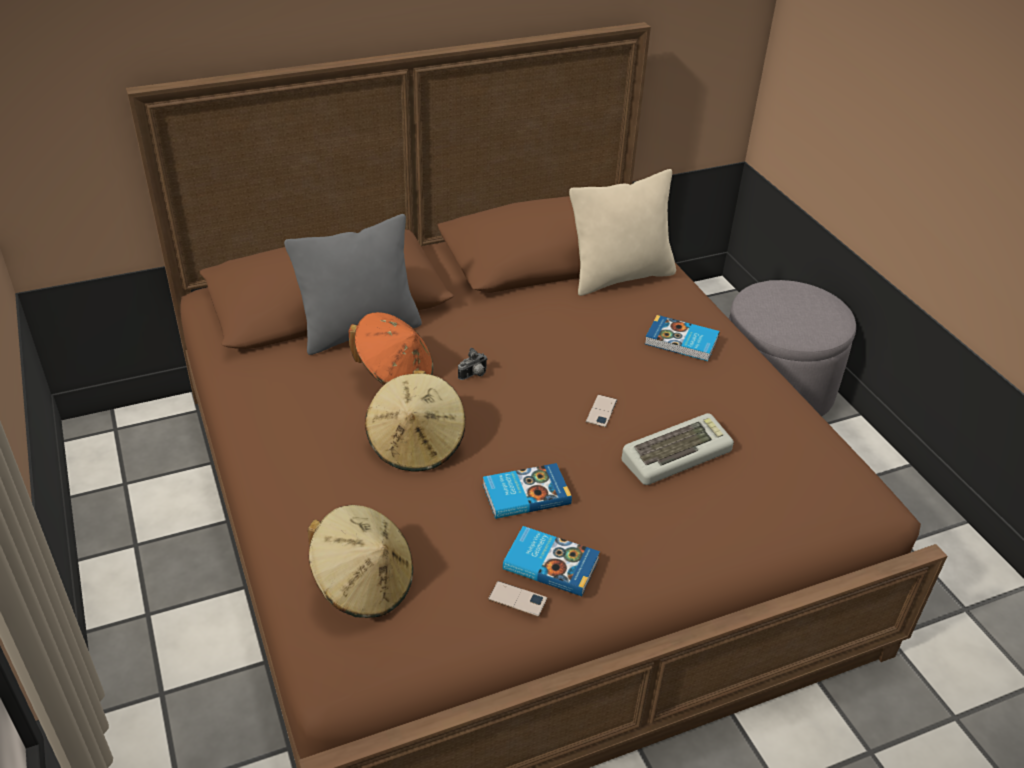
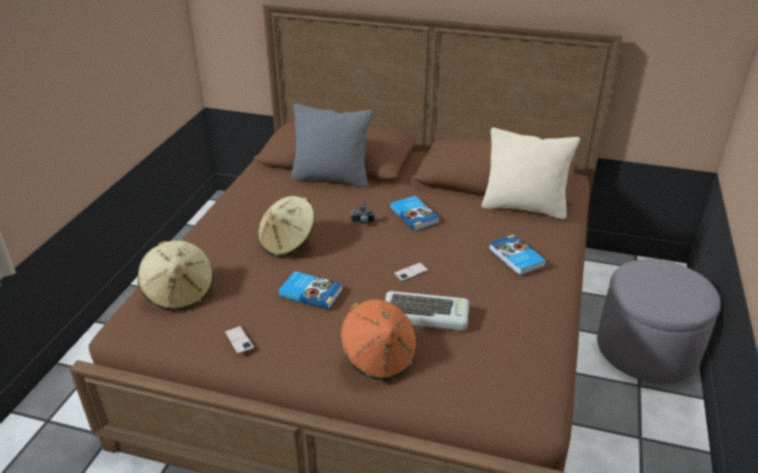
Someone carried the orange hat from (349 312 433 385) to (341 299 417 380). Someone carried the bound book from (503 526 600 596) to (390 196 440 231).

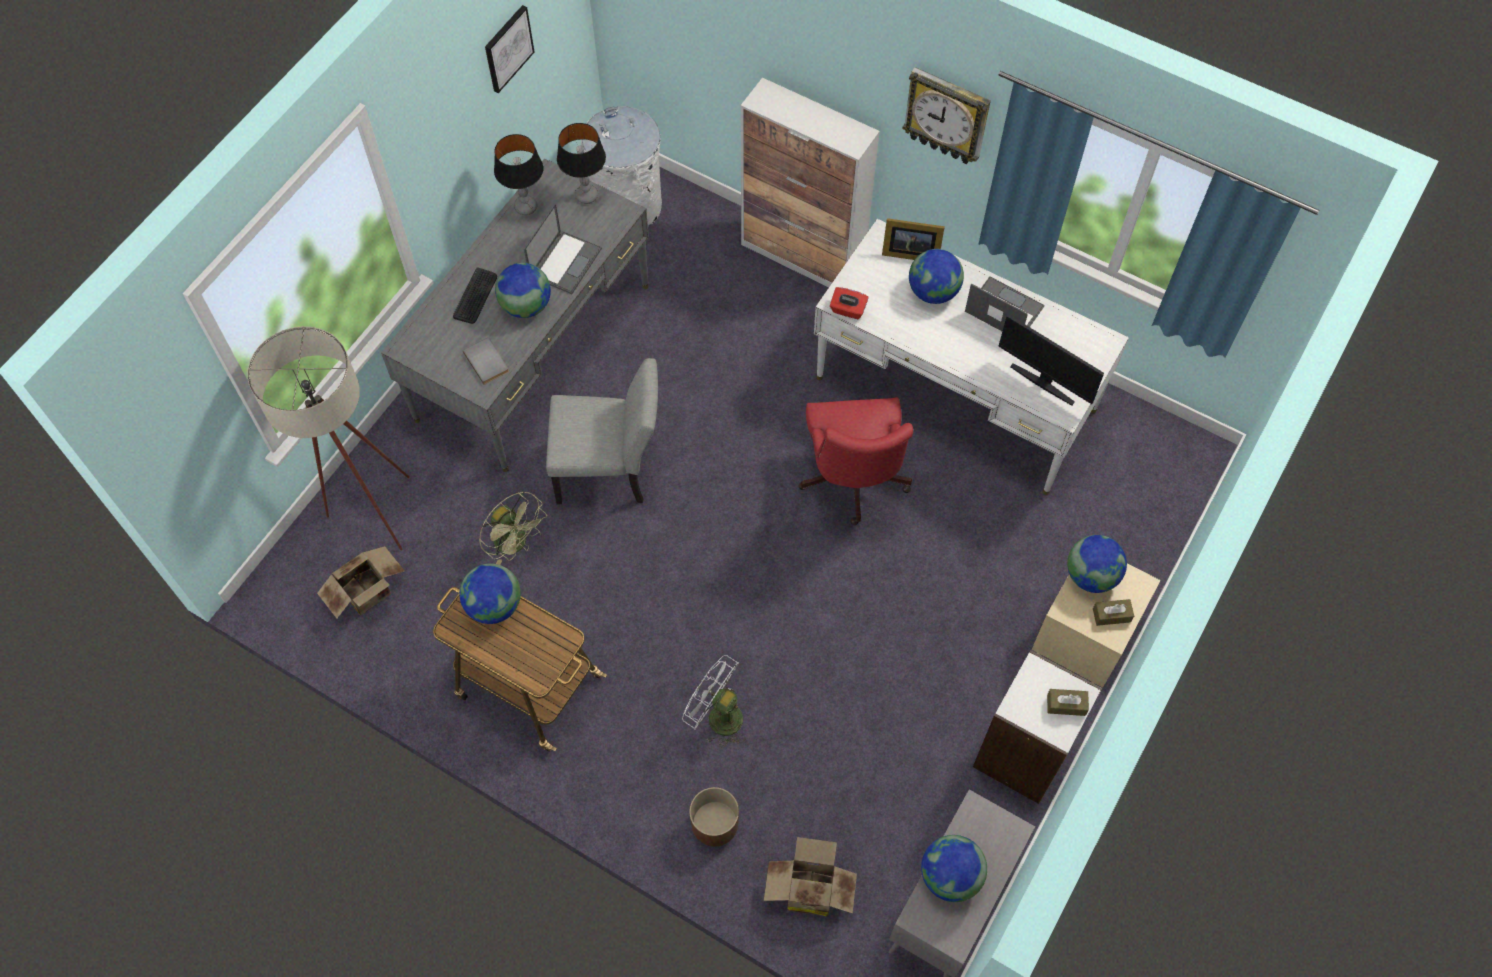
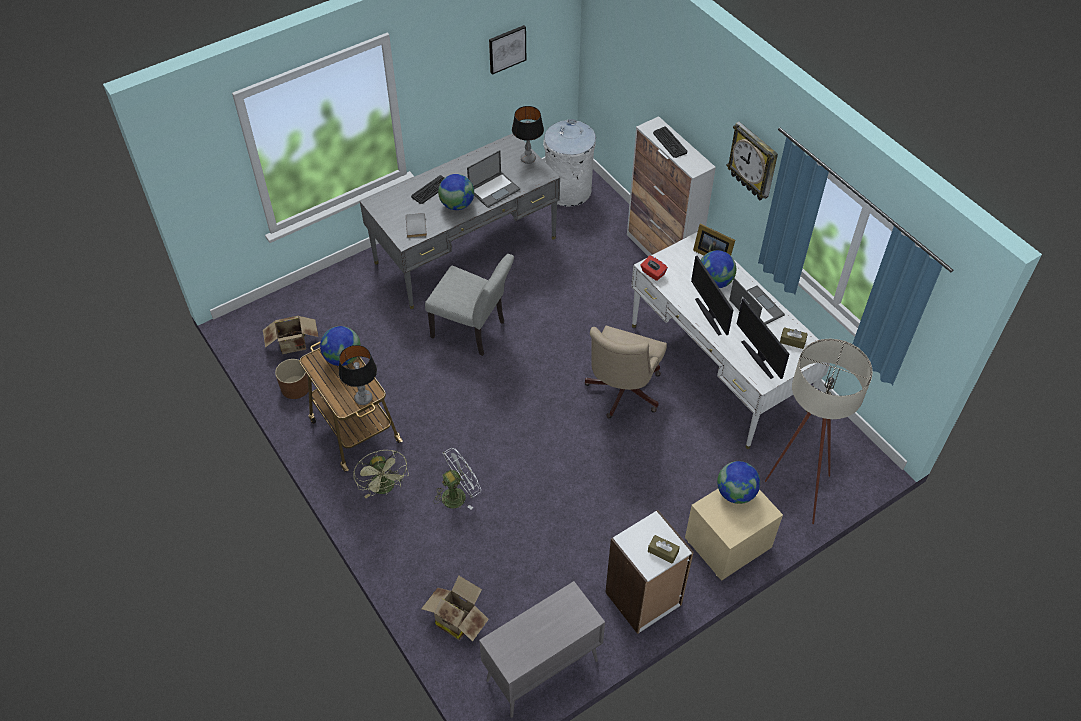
Someone carried the beige floor lamp from (247 326 410 551) to (765 339 873 524). Someone carried the green fan from (479 491 547 565) to (353 450 409 498). Someone carried the lamp for a table from (494 134 543 215) to (339 345 377 405). Someone rotated the white-coloured fan at (682 655 745 747) by 90 degrees clockwise. Someone carried the brown-coloured plant pot from (689 787 739 847) to (275 359 309 399). Someone repainted the red-coloured computer chair at (799 397 913 525), which became the beige computer chair at (584 325 667 418). Someone took away the globe at (921 835 987 902). Someone carried the brown-coloured box of tissues from (1093 599 1134 626) to (780 327 808 349). Someone put down the keyboard at (653 126 687 158). Someone put down the computer display at (691 256 733 336).

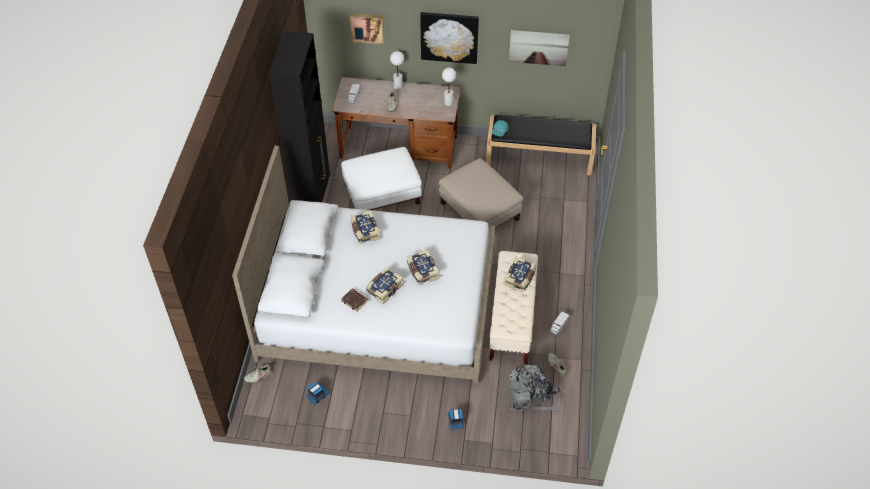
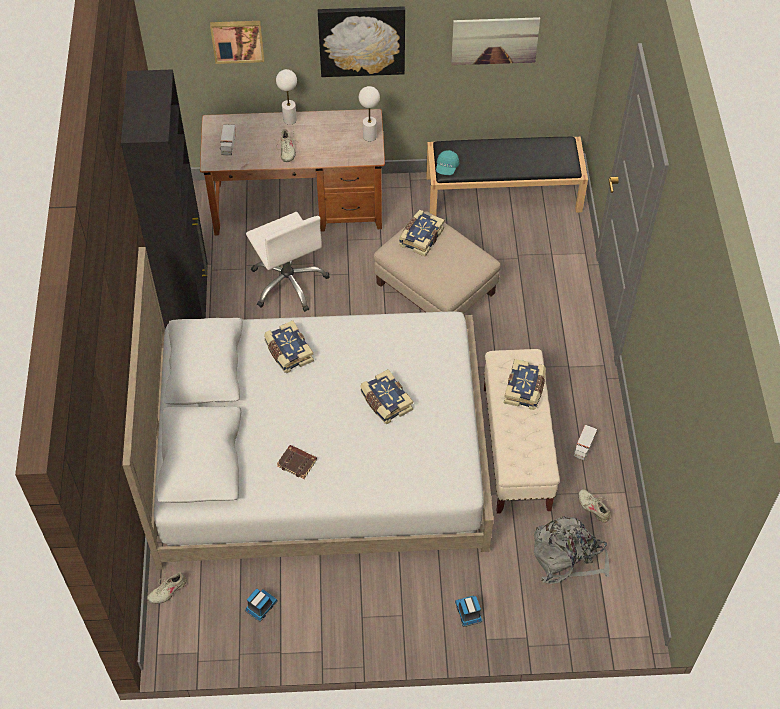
Someone swapped the white-coloured footrest at (341 147 422 210) for the white-coloured computer chair at (246 212 330 312). Someone carried the bound book from (365 267 404 304) to (399 210 445 257).

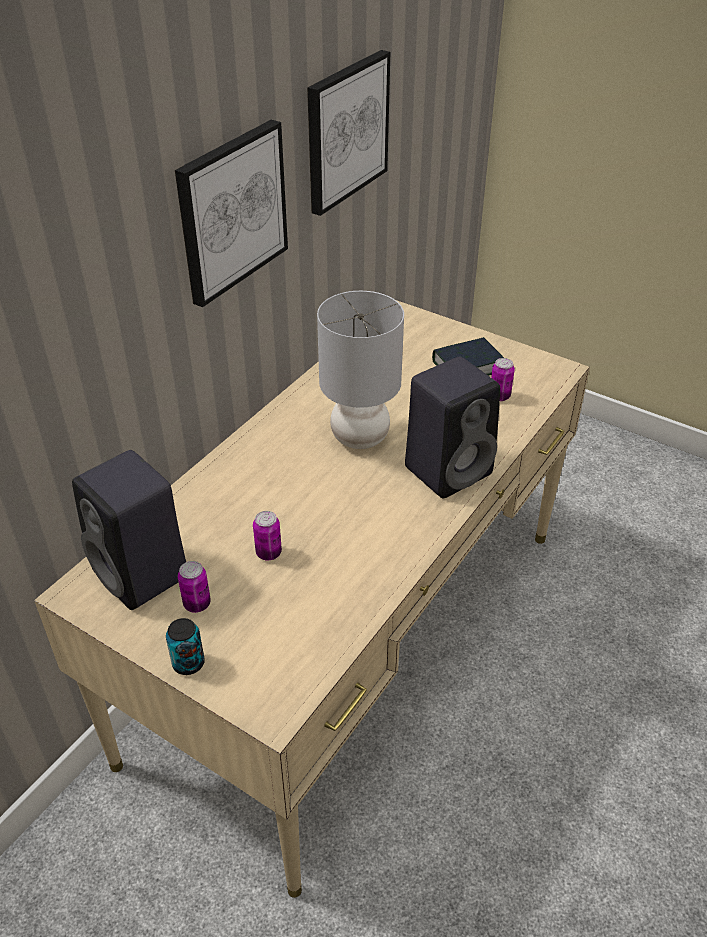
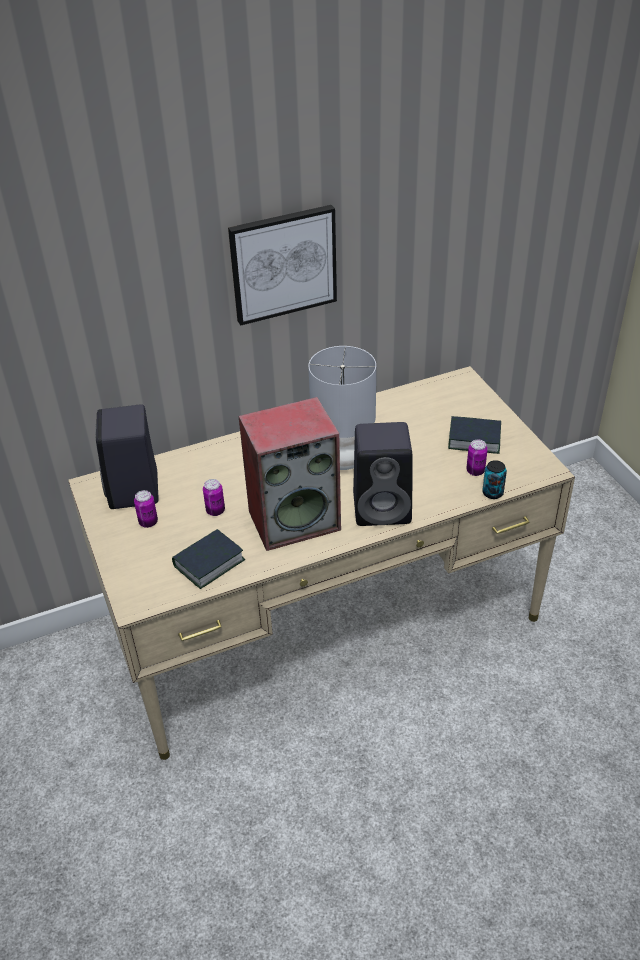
Someone carried the metal can from (166 618 205 675) to (482 460 507 499). Someone took away the wall art at (307 50 390 216). Someone put down the bound book at (172 529 246 589). Someone put down the audio speaker at (239 397 341 551).

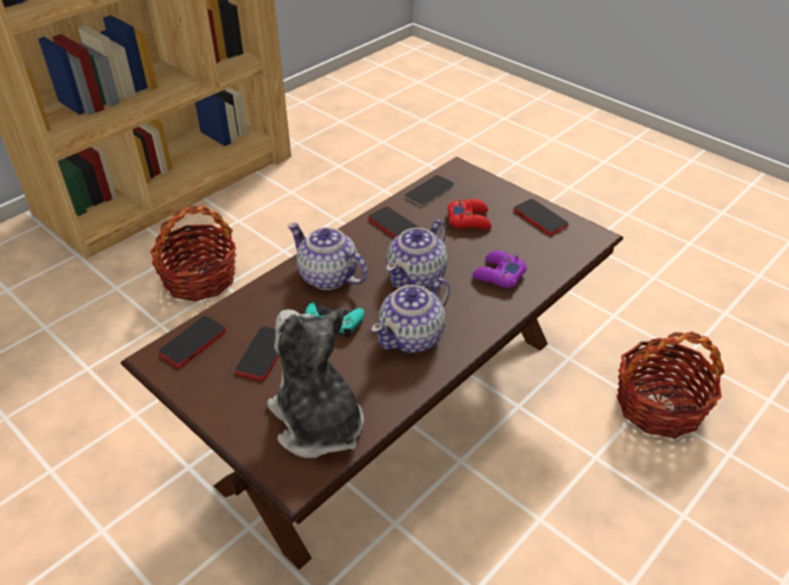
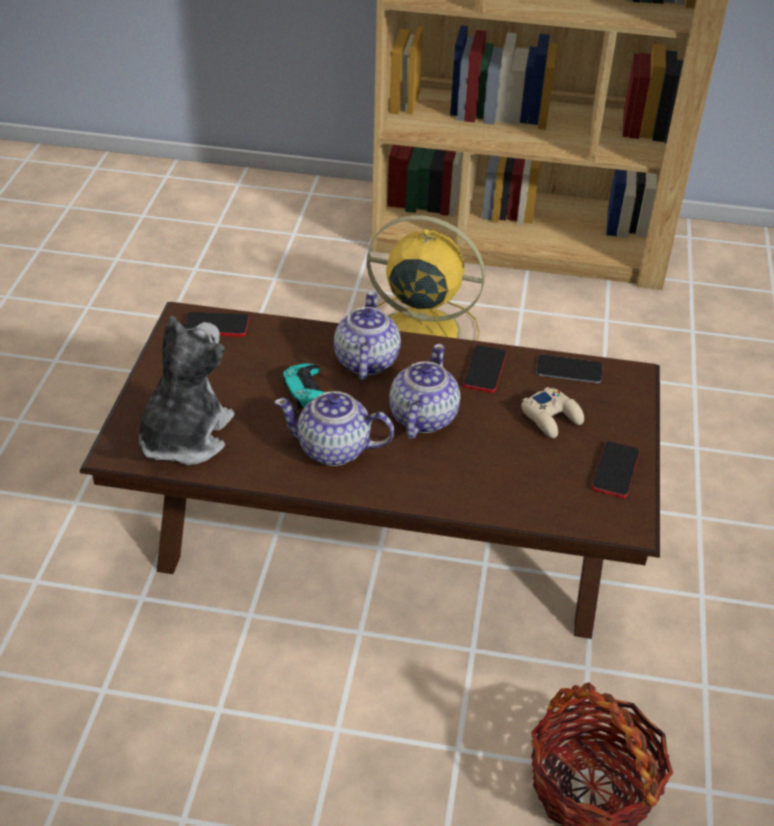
Someone swapped the basket at (150 205 237 301) for the yellow fan at (367 215 485 341). Someone took away the phone at (235 326 279 380). Someone rotated the tea pot at (386 220 448 289) by 105 degrees clockwise. Someone repainted the red-coloured gamepad at (448 199 491 229), which became the beige gamepad at (521 387 584 438). Someone took away the purple gamepad at (472 250 527 288).

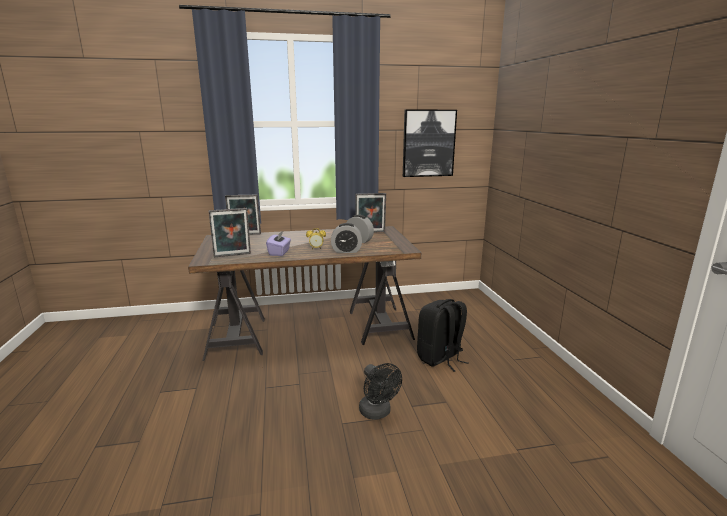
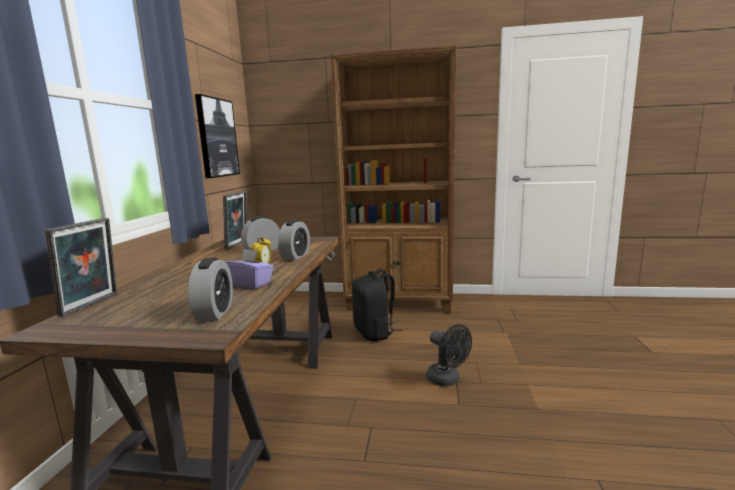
Someone swapped the photo frame at (208 208 251 257) for the alarm clock at (188 258 233 321). Someone rotated the black fan at (359 363 402 420) by 60 degrees clockwise. Someone put down the brown-coloured bookcase at (331 45 456 313).

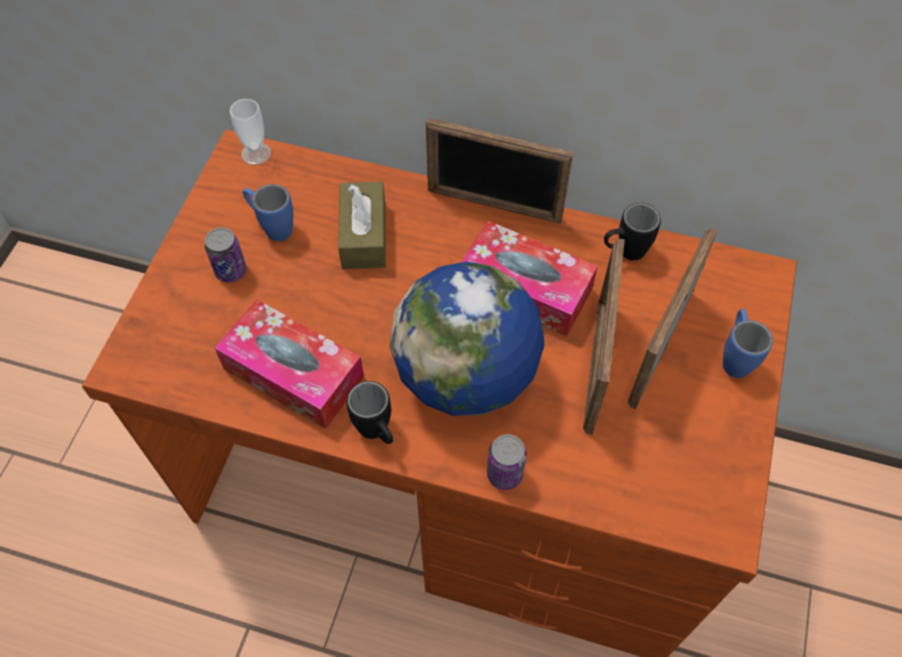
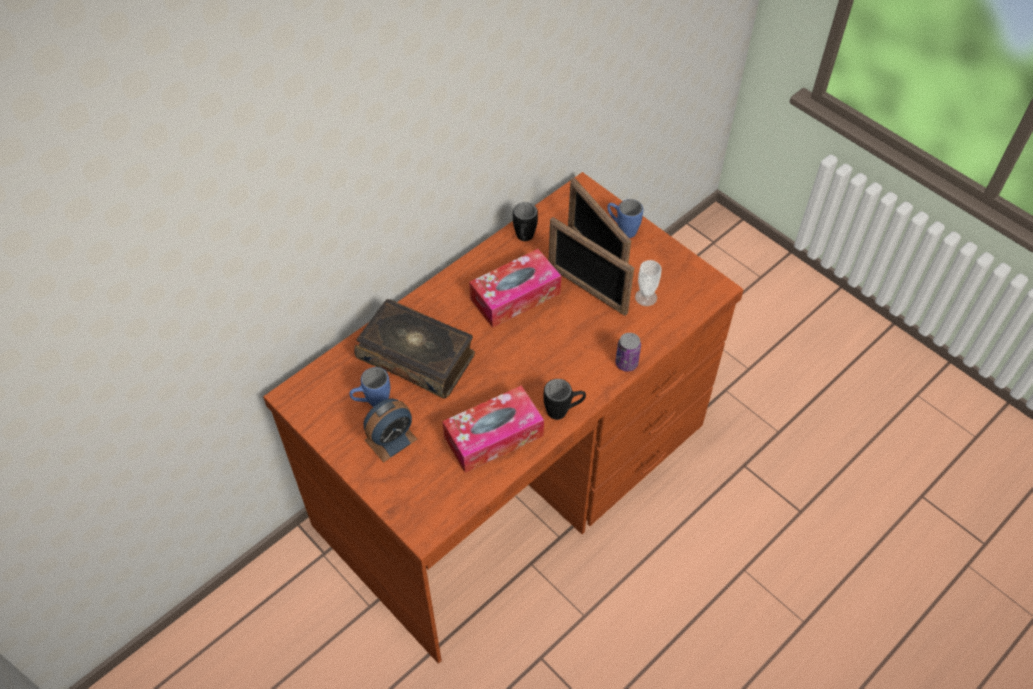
Someone swapped the metal can at (205 227 247 283) for the alarm clock at (364 398 418 462). Someone carried the cup from (230 99 271 165) to (635 260 662 306). Someone swapped the brown-coloured box of tissues at (338 181 386 269) for the bound book at (354 299 475 398). Someone took away the globe at (390 262 544 416). Someone took away the photo frame at (426 118 574 224).

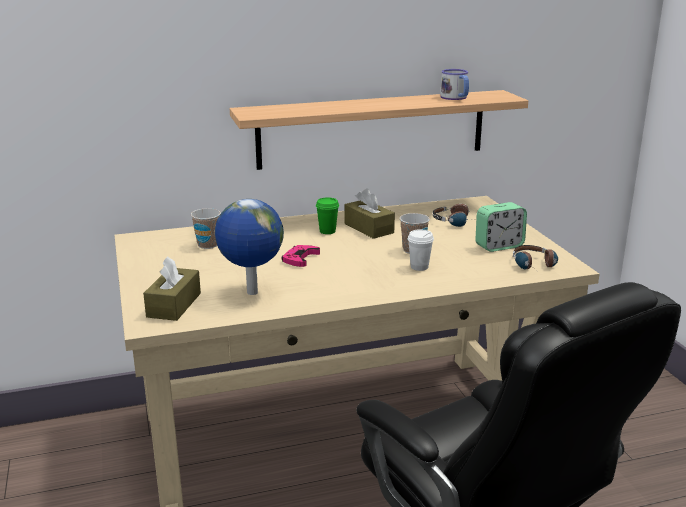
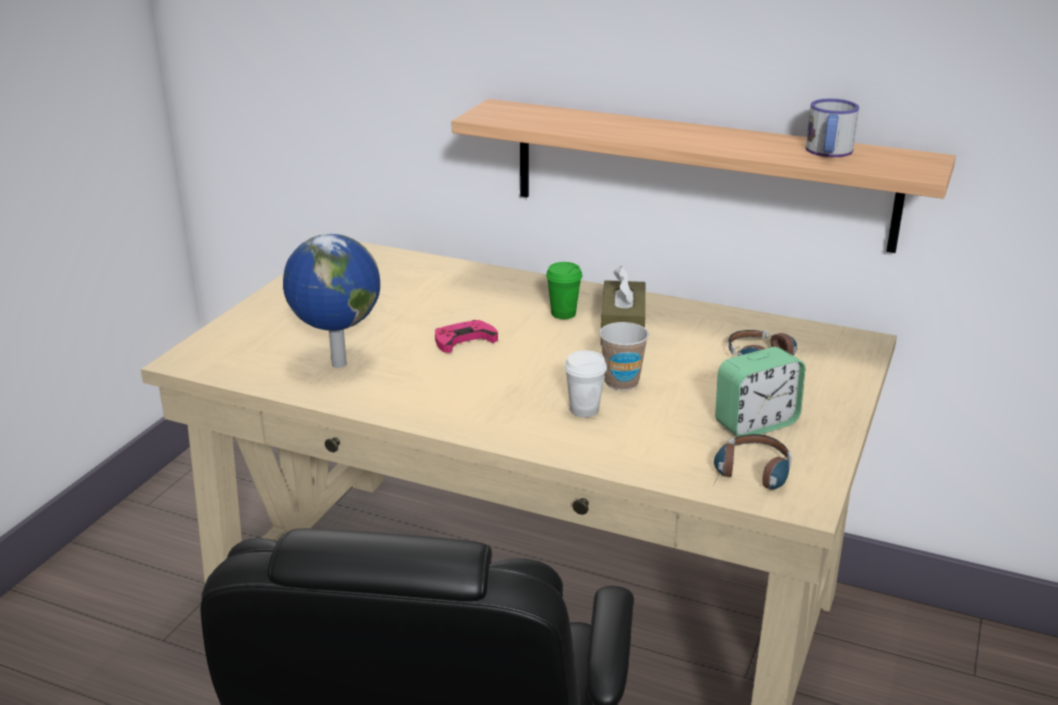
Someone took away the brown-coloured box of tissues at (143 256 201 321). Someone took away the cup at (191 208 221 249). Someone rotated the alarm clock at (475 202 527 252) by 45 degrees counterclockwise.

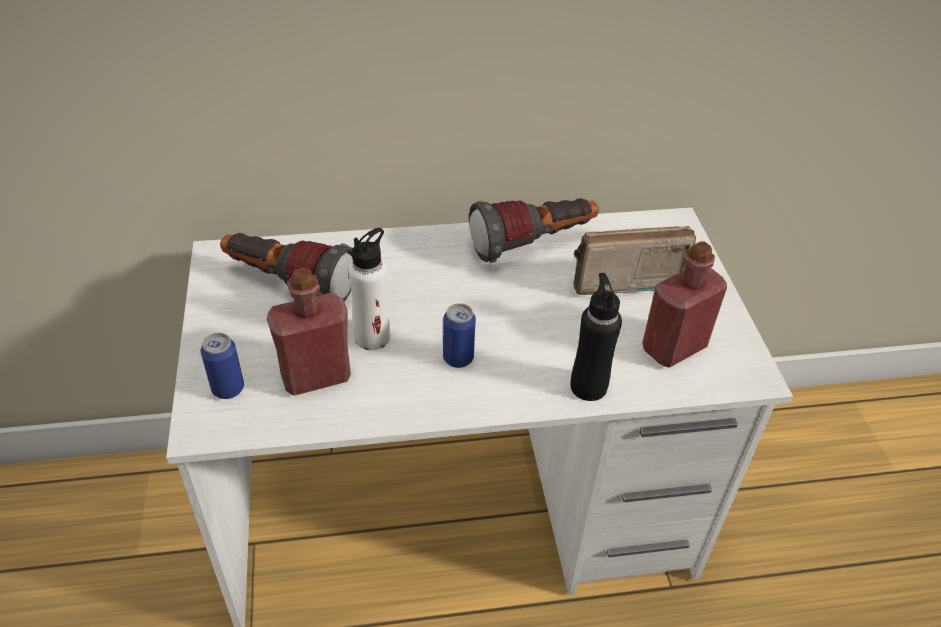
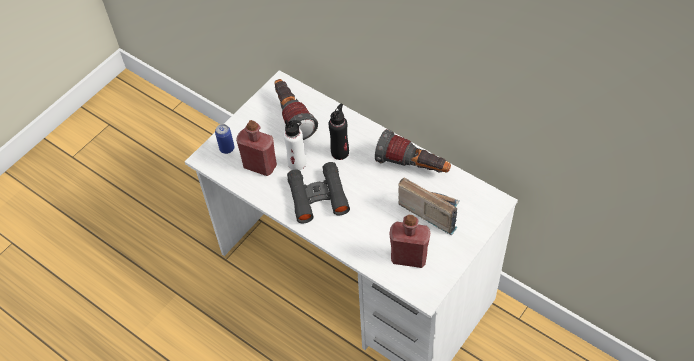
Someone swapped the metal can at (443 303 476 368) for the black field glasses at (287 162 350 223). Someone carried the black beverage bottle from (570 273 622 401) to (329 103 349 160).

